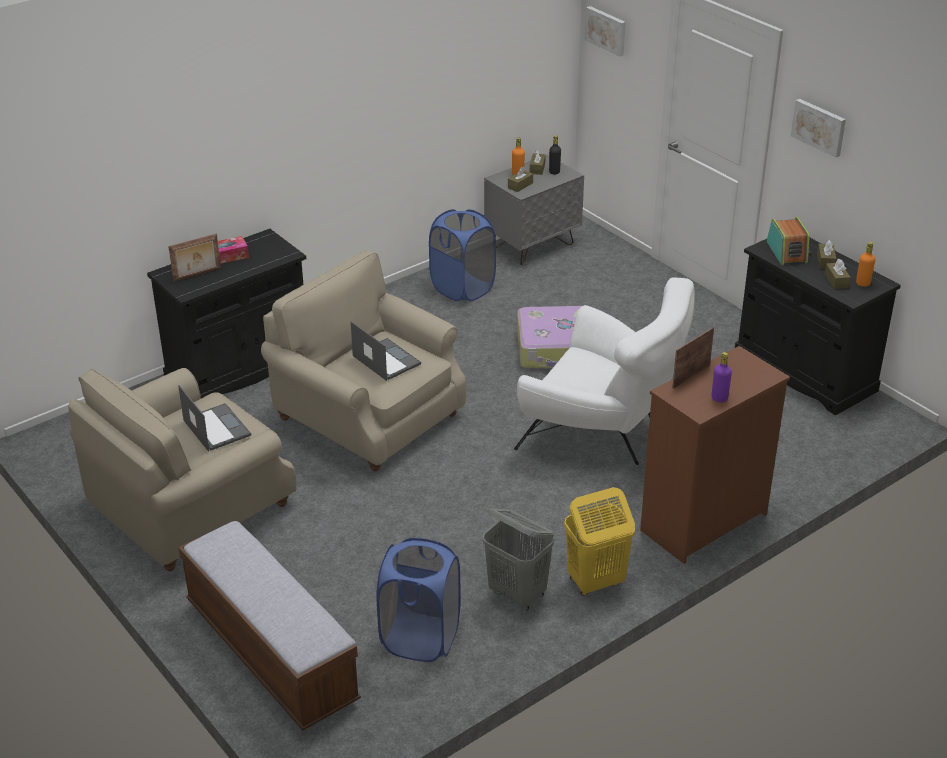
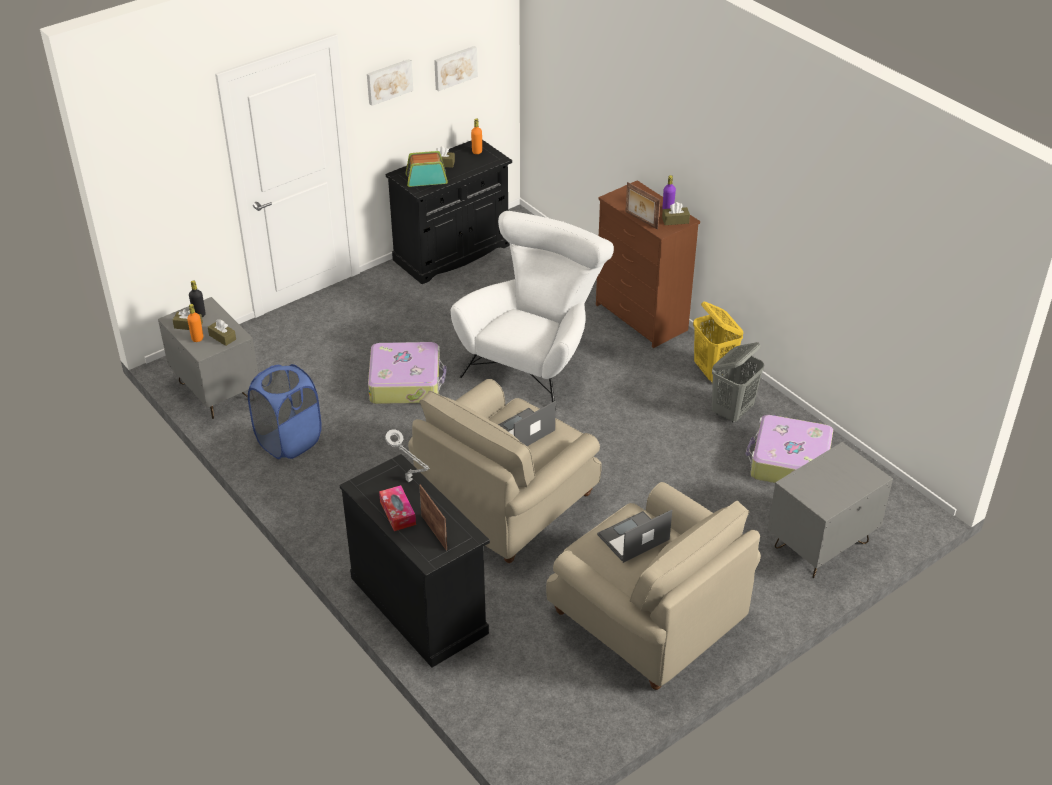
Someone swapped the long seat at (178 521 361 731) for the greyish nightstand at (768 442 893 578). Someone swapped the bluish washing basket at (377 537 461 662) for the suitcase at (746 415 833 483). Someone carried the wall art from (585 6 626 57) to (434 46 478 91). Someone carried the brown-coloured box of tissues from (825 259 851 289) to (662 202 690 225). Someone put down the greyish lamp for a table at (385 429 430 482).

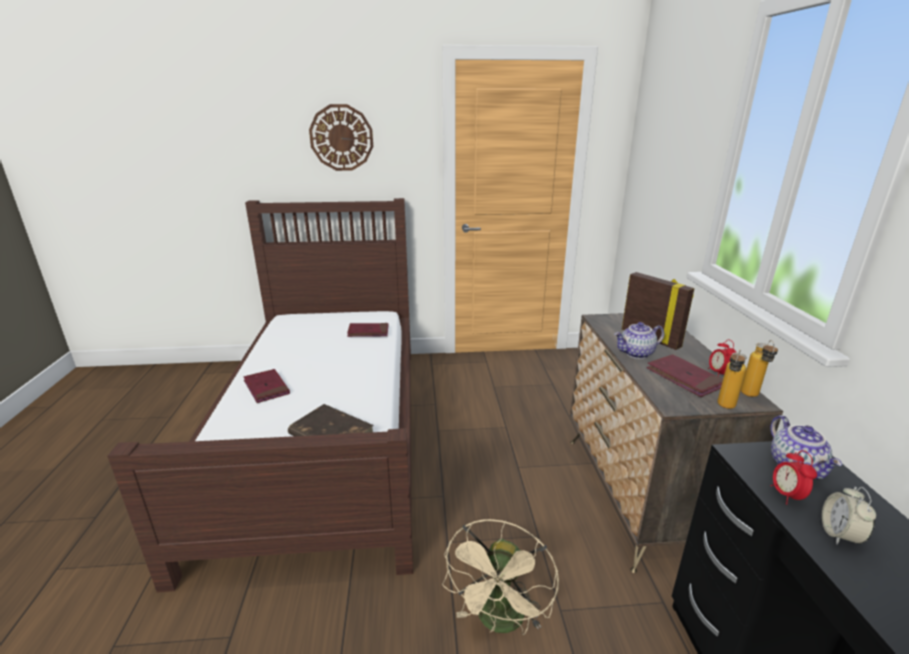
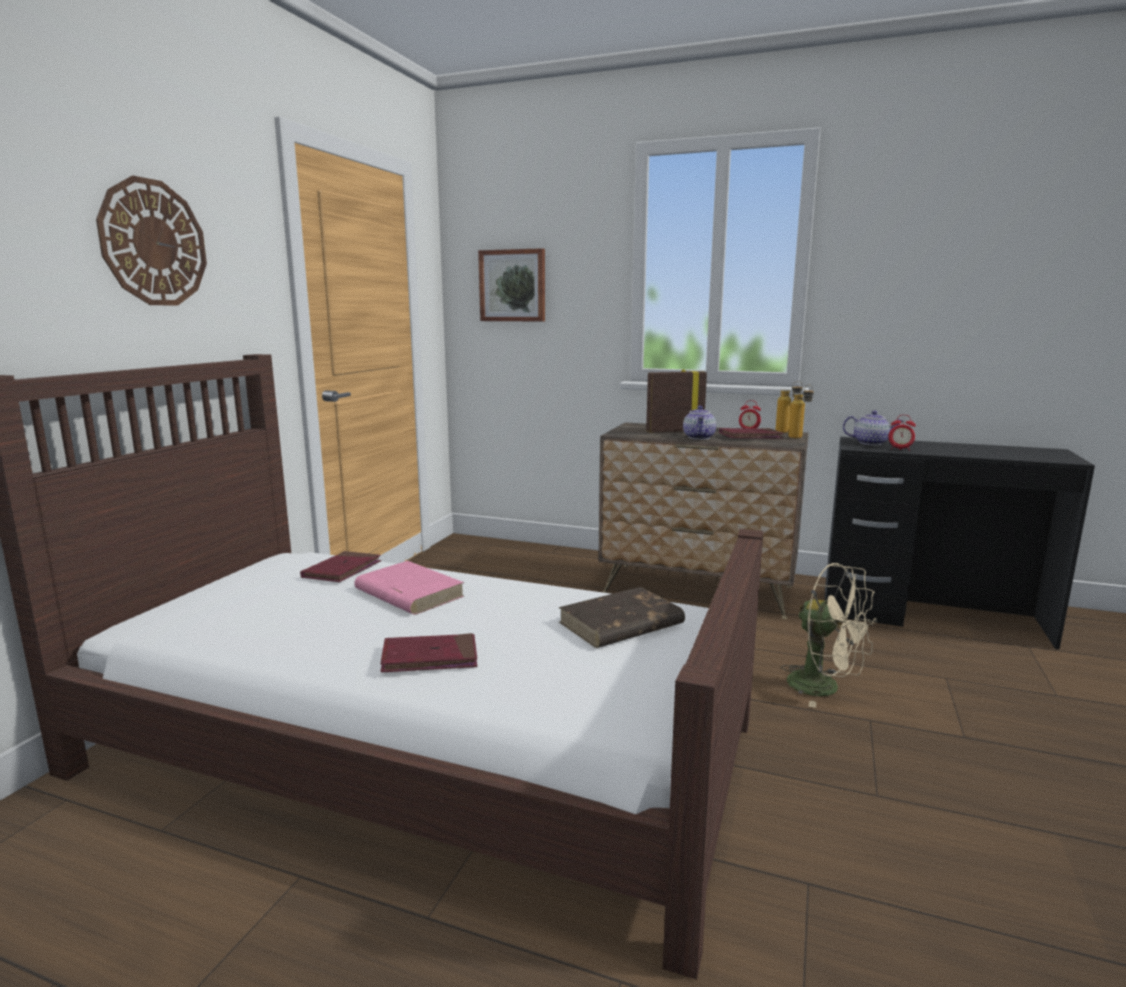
Someone took away the alarm clock at (822 487 876 545). Someone put down the pinkish bound book at (354 561 464 615). Someone put up the wall art at (478 248 545 322).

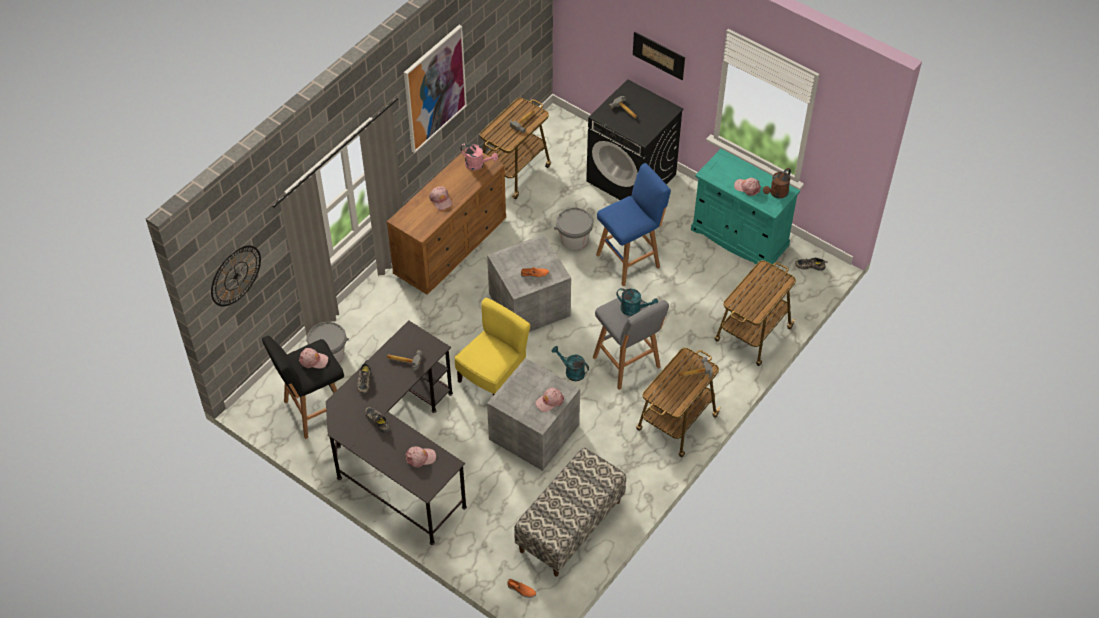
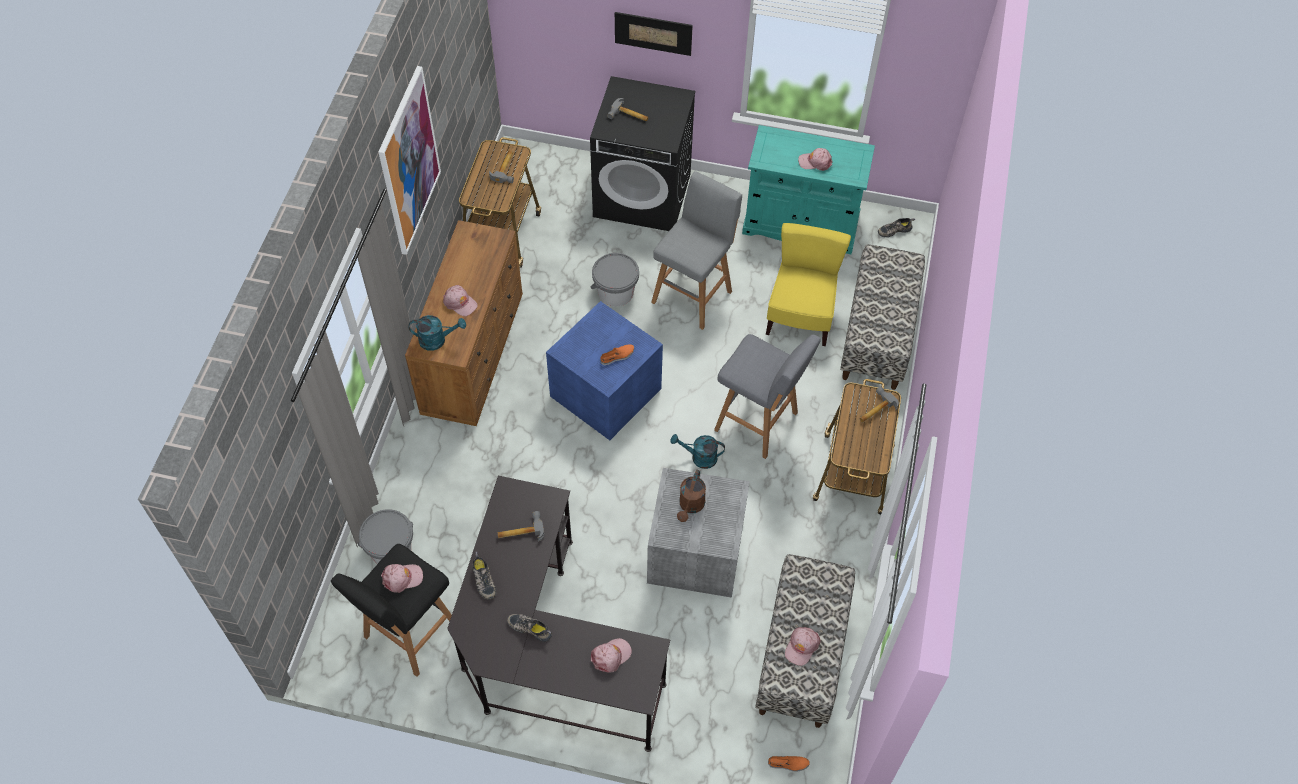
Someone took away the wall clock at (211 245 261 306). Someone carried the yellow plain chair from (454 298 531 395) to (766 223 851 346). Someone took away the pinkish watering pot at (460 143 498 171). Someone repainted the greyish storage bin at (487 234 571 332), which became the bluish storage bin at (546 301 663 440). Someone carried the pinkish baseball cap from (535 387 564 412) to (785 627 821 666). Someone repainted the bluish stool seat at (596 163 671 286), which became the greyish stool seat at (651 171 742 330). Someone carried the turquoise-coloured watering pot from (616 288 658 316) to (408 315 466 351). Someone swapped the cart at (715 260 796 366) for the long seat at (840 244 925 390). Someone carried the brown-coloured watering pot from (763 168 791 198) to (677 470 706 522).

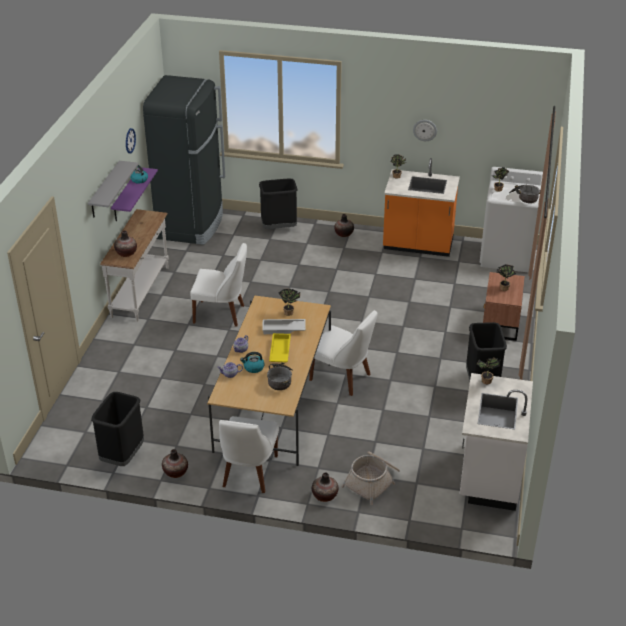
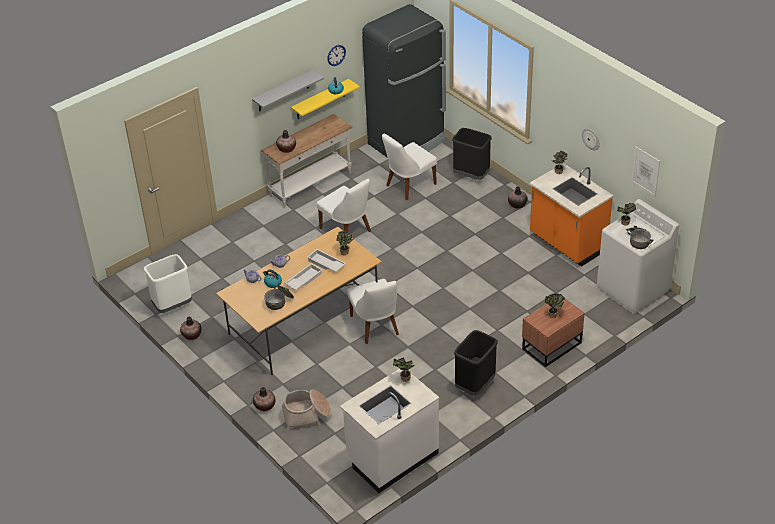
Someone repainted the black rubbish bin at (91 392 144 466), which became the white-coloured rubbish bin at (144 254 192 313). Someone repainted the purple shelf at (111 167 158 221), which became the yellow shelf at (291 79 360 119). Someone carried the white-coloured plain chair from (219 416 279 493) to (382 133 437 200). Someone repainted the yellow carrying tray at (269 333 291 362), which became the white-coloured carrying tray at (285 263 322 290). Someone put up the wall art at (631 147 660 197).

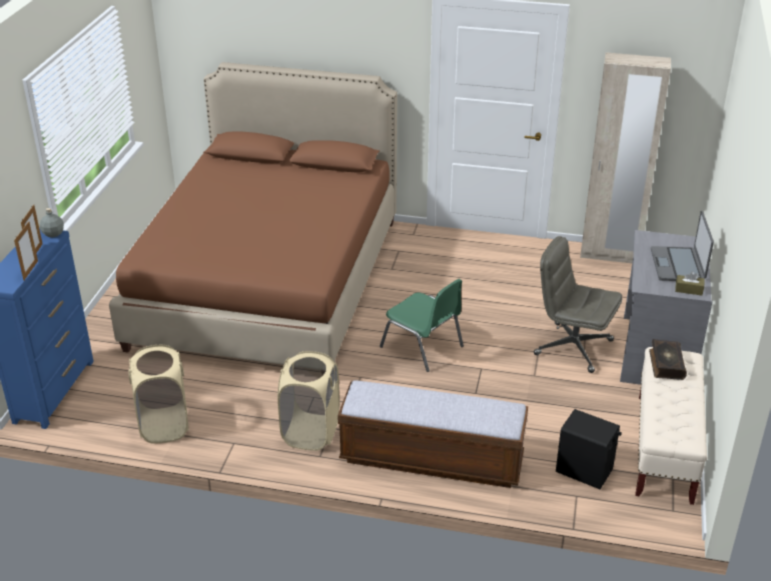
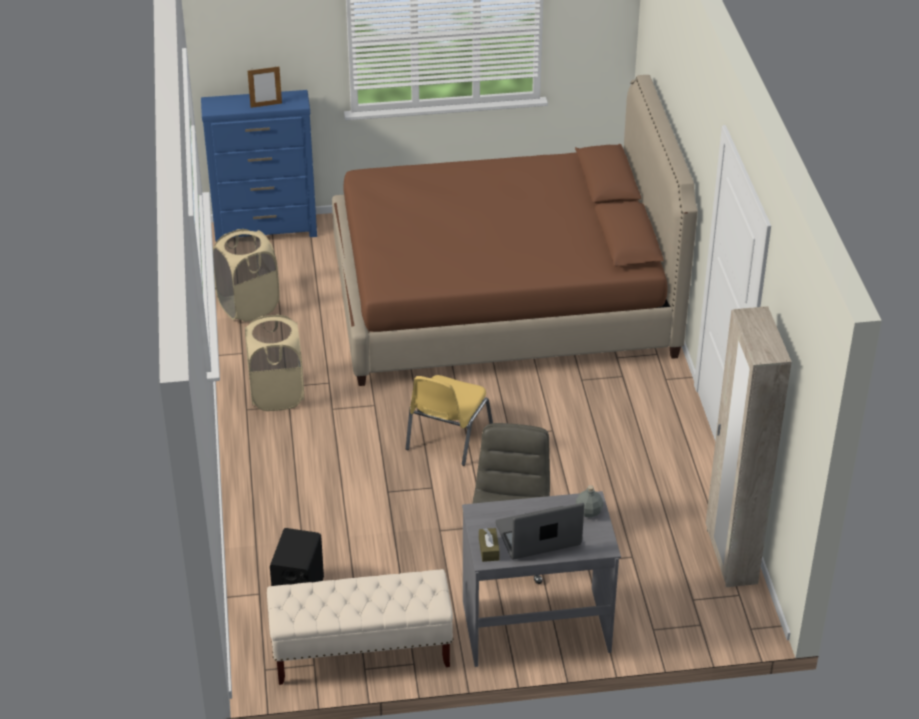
Someone took away the photo frame at (14 221 38 280). Someone carried the greyish beverage bottle from (40 208 64 237) to (575 485 604 518). Someone took away the long seat at (338 380 528 488). Someone repainted the green plain chair at (380 279 464 372), which became the yellow plain chair at (406 375 493 466). Someone took away the bound book at (649 339 687 380).

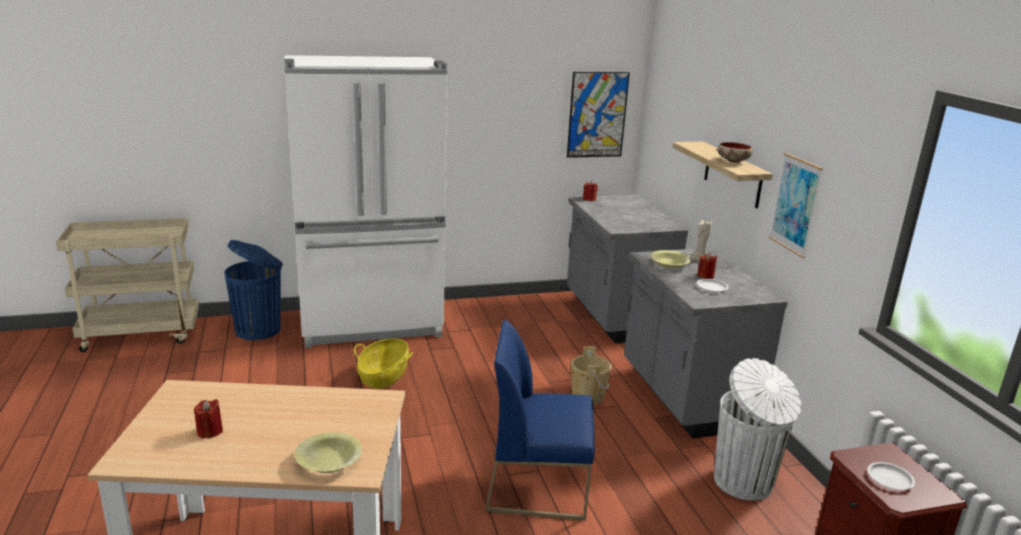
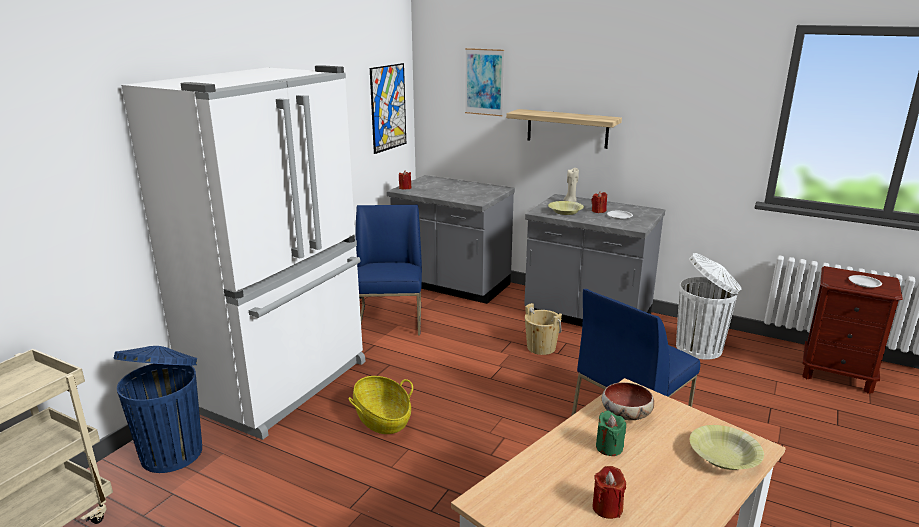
Someone carried the serving bowl from (717 142 753 163) to (602 382 654 420). Someone carried the wall art from (769 153 823 258) to (465 48 504 116). Someone put down the bluish plain chair at (355 205 422 336). Someone put down the green wax candle at (596 411 626 456).

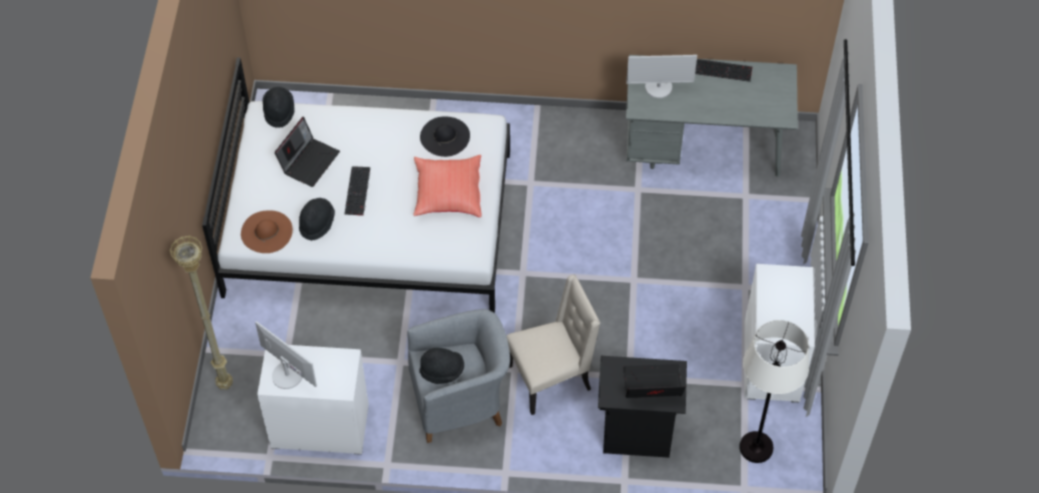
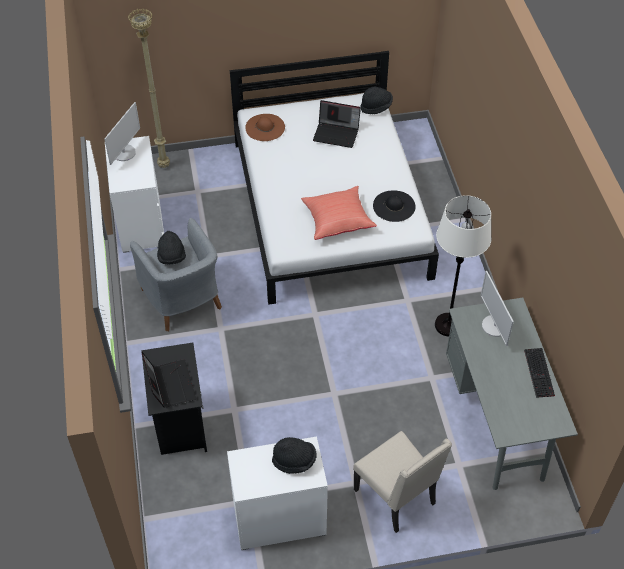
Someone carried the black hat from (299 198 335 241) to (272 437 317 474). Someone took away the keyboard at (344 166 370 216). Someone carried the beige plain chair from (506 274 600 415) to (353 431 452 533). Someone carried the white-coloured floor lamp from (739 320 809 463) to (435 195 492 336).

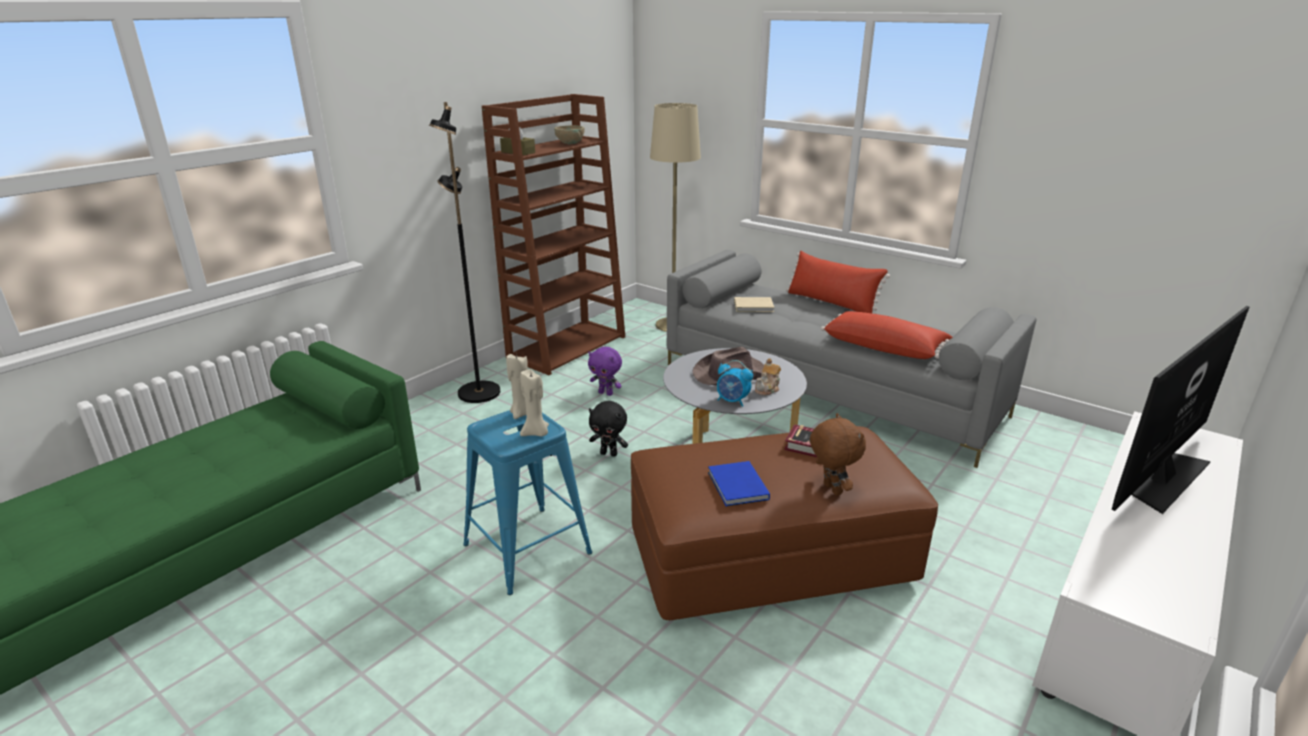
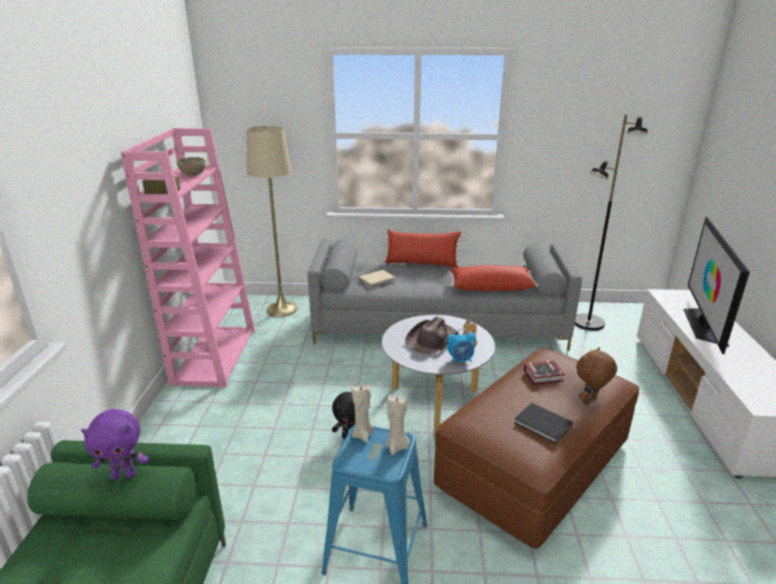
Someone carried the black floor lamp from (429 102 500 403) to (575 114 648 330). Someone repainted the brown-coloured bookcase at (482 94 625 375), which became the pinkish bookcase at (121 128 255 387). Someone carried the purple cuddly toy from (588 347 622 396) to (81 409 149 480). Someone repainted the bluish bound book at (708 461 770 506), which became the black bound book at (514 403 573 444). Someone rotated the brown-coloured cuddly toy at (810 413 866 496) by 75 degrees counterclockwise.

